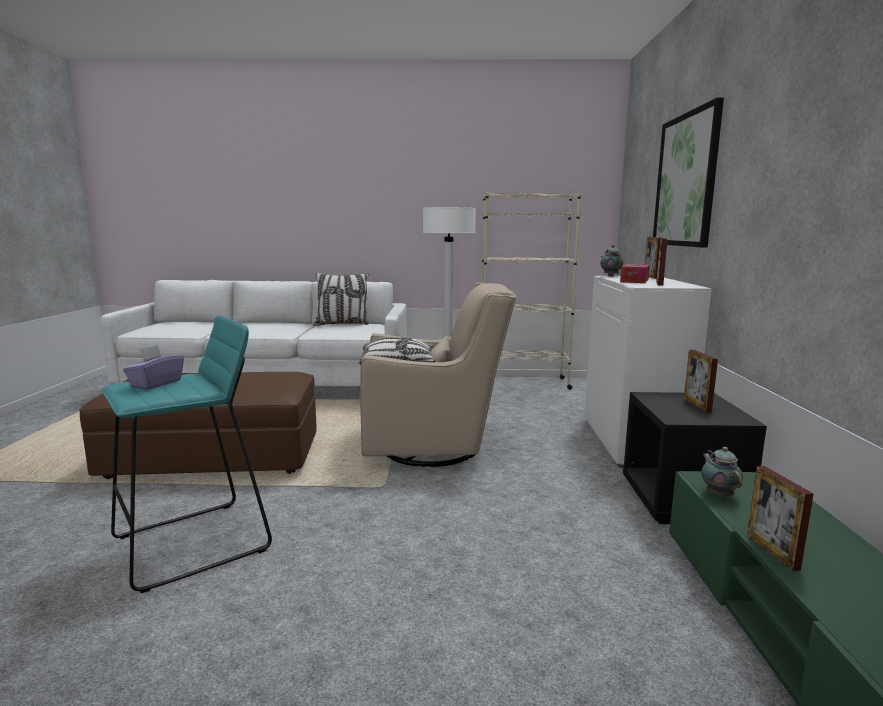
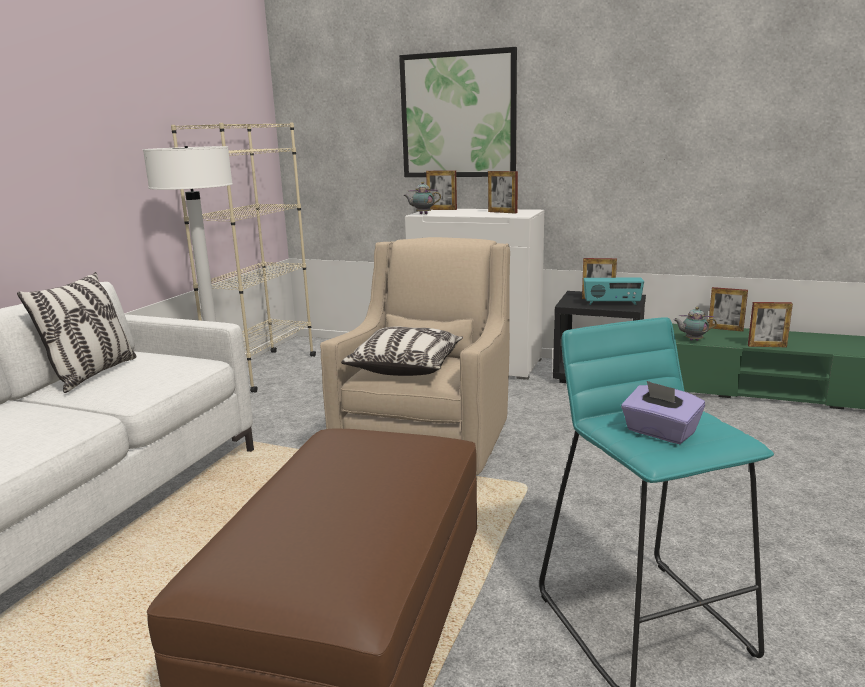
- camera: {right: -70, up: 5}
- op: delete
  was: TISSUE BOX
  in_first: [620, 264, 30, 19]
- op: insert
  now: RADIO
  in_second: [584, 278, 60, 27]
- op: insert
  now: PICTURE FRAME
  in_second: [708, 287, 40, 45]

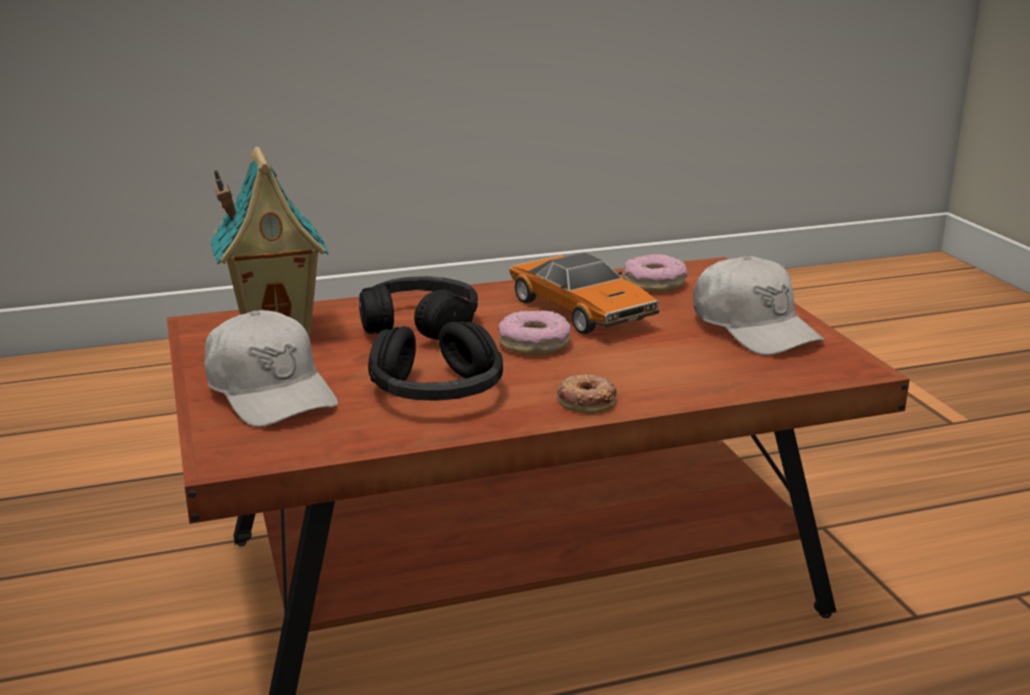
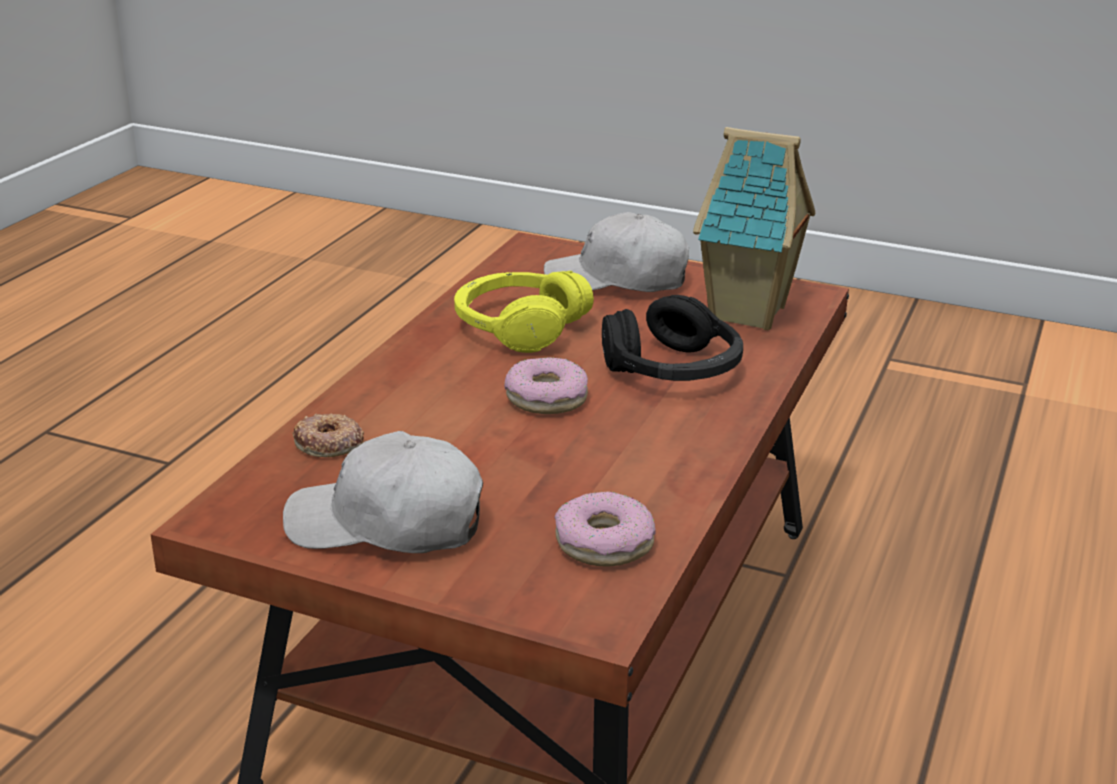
- camera: {right: 130, up: 5}
- op: recolor
  was: BLACK HEADPHONES
  now: YELLOW HEADPHONES
  in_first: [368, 321, 136, 80]
  in_second: [454, 271, 140, 82]
- op: delete
  was: TOY CAR
  in_first: [509, 252, 150, 82]
- op: move
  was: DONUT
  in_first: [557, 374, 60, 40]
  in_second: [292, 413, 72, 44]

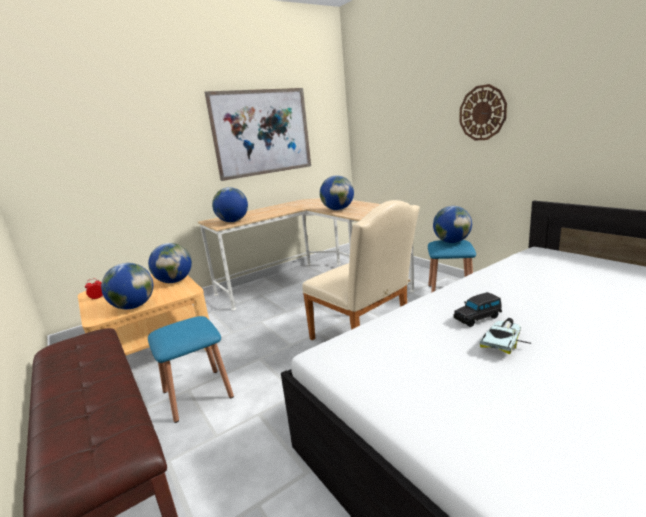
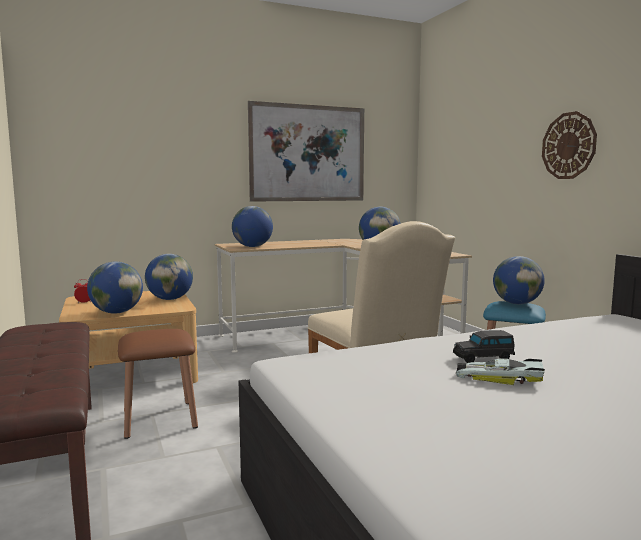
- camera: {right: 10, up: -10}
- op: recolor
  was: BLUE STOOL
  now: BROWN STOOL
  in_first: [148, 316, 86, 107]
  in_second: [118, 329, 80, 110]
- op: rotate
  was: TOY CAR
  in_first: [480, 318, 51, 36]
  in_second: [456, 358, 89, 27]
  clockwise: -120

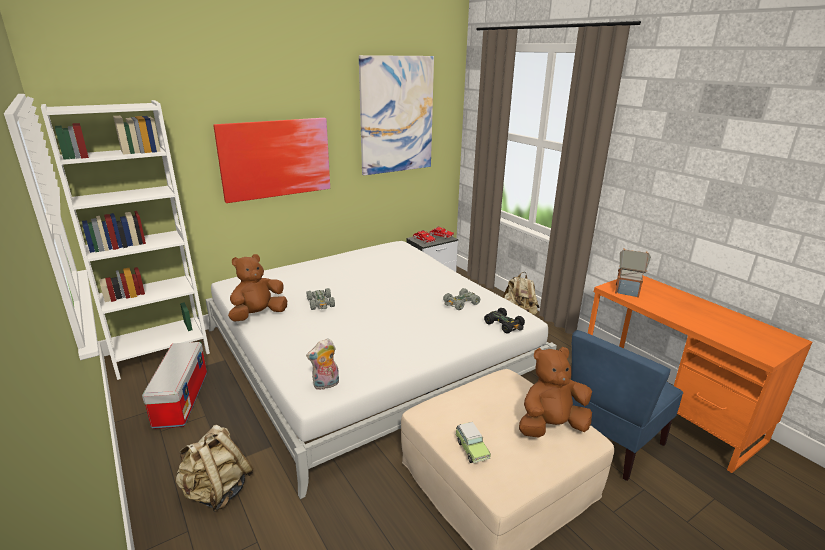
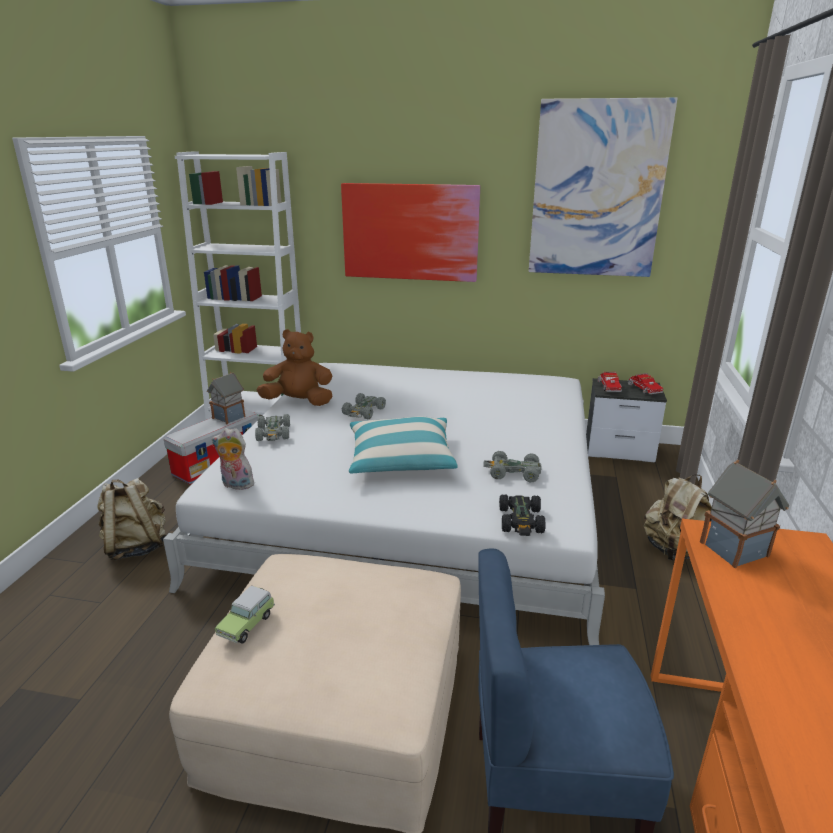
- camera: {right: 45, up: 0}
- op: delete
  was: BROWN PLUSH TOY
  in_first: [519, 347, 73, 91]
- op: insert
  now: TOY HOUSE
  in_second: [207, 372, 38, 52]
- op: insert
  now: GREY TOY CAR
  in_second: [255, 414, 35, 27]
- op: insert
  now: PILLOW
  in_second: [349, 417, 109, 56]

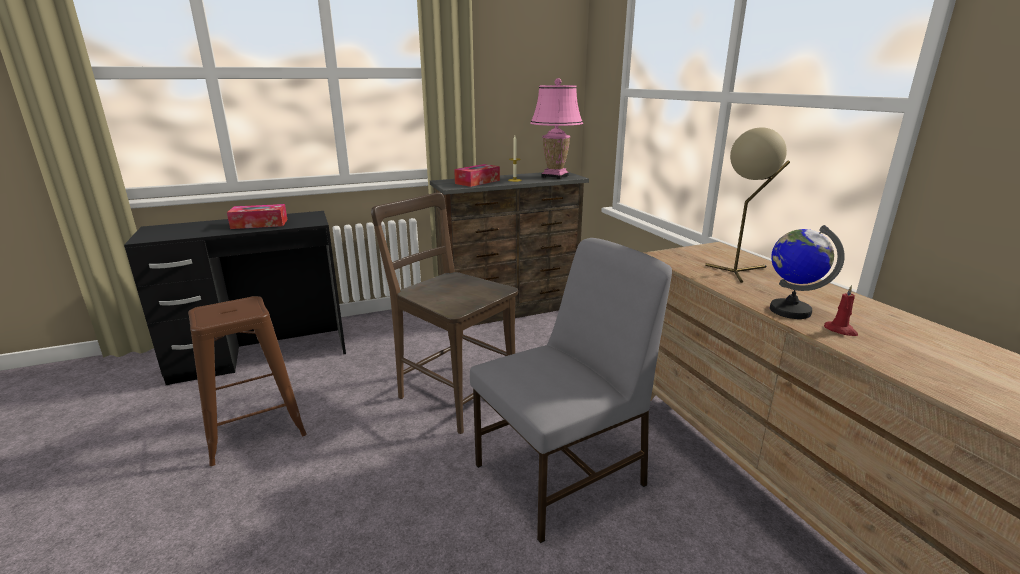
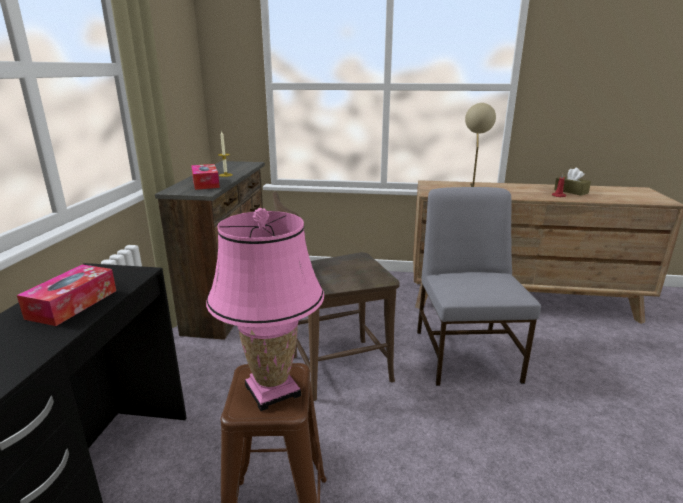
- camera: {right: -60, up: 0}
- op: move
  was: PINK TABLE LAMP
  in_first: [530, 78, 53, 101]
  in_second: [206, 208, 118, 203]
- op: delete
  was: GLOBE
  in_first: [770, 225, 75, 94]
- op: insert
  now: BROWN TISSUE BOX
  in_second: [554, 168, 37, 28]

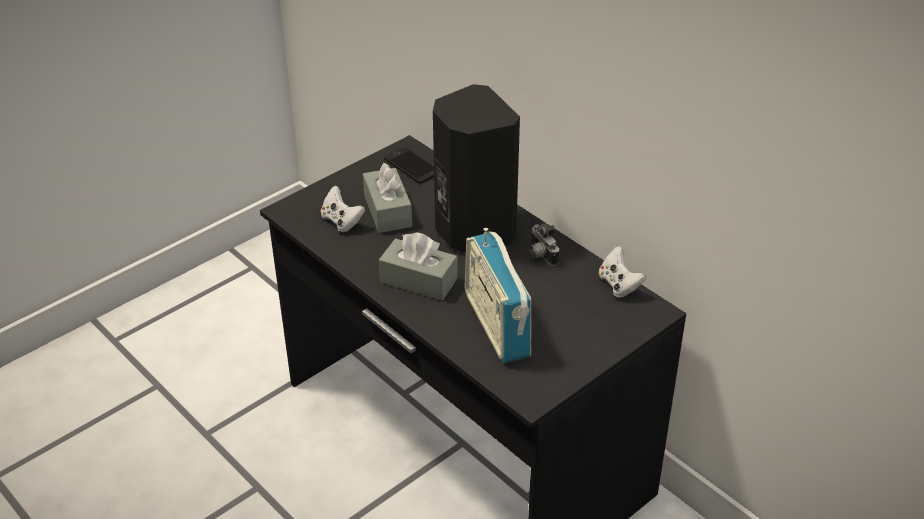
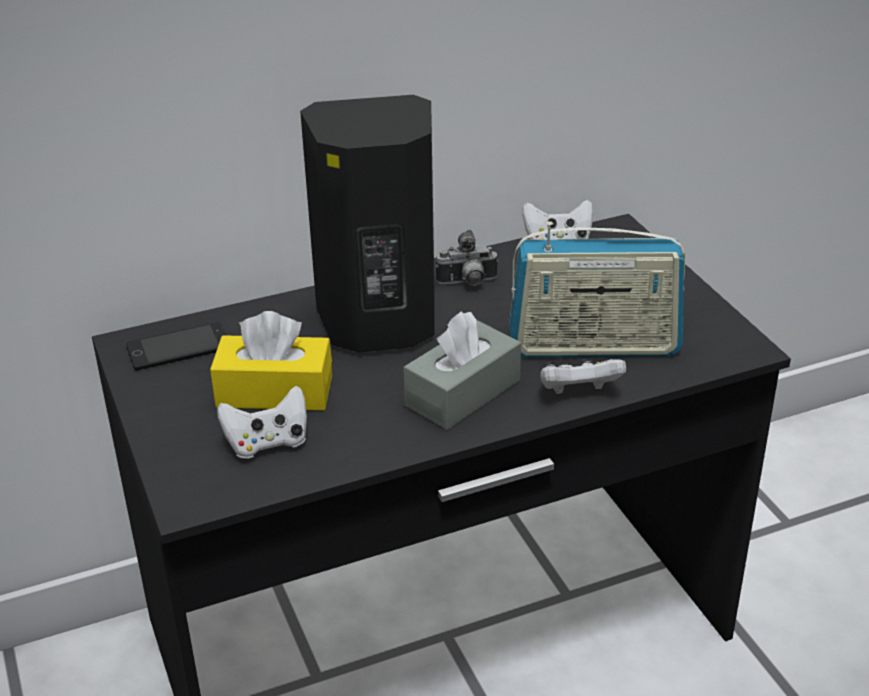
- camera: {right: -70, up: -5}
- op: recolor
  was: GREY TISSUE BOX
  now: YELLOW TISSUE BOX
  in_first: [363, 163, 49, 70]
  in_second: [210, 311, 122, 99]
- op: insert
  now: WHITE GAME CONTROLLER
  in_second: [540, 358, 86, 36]

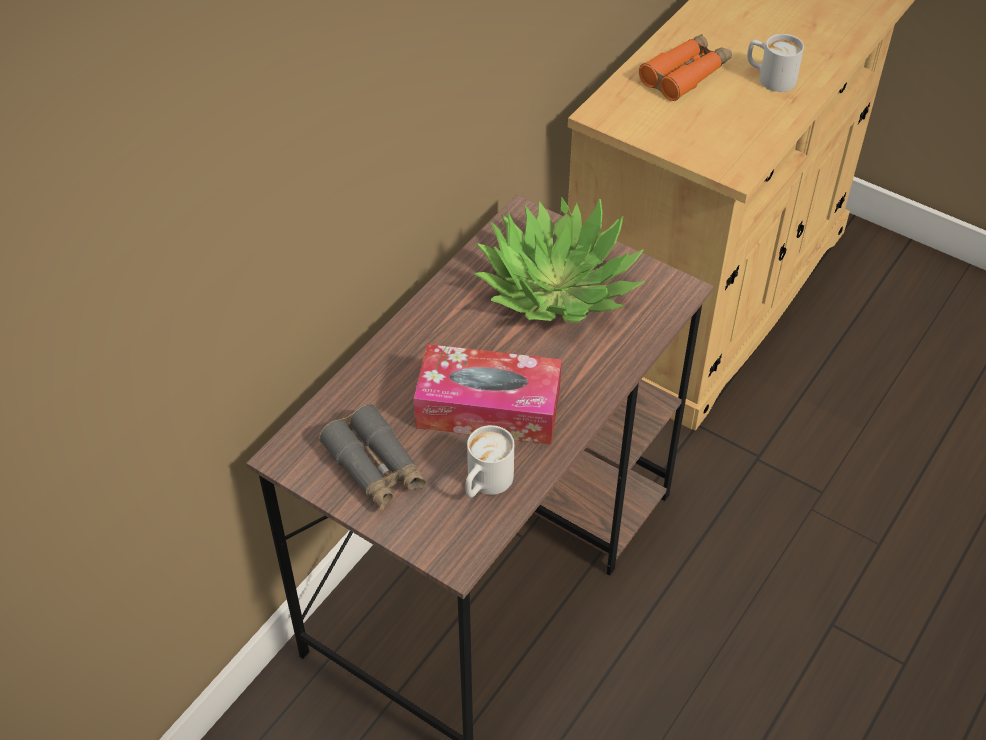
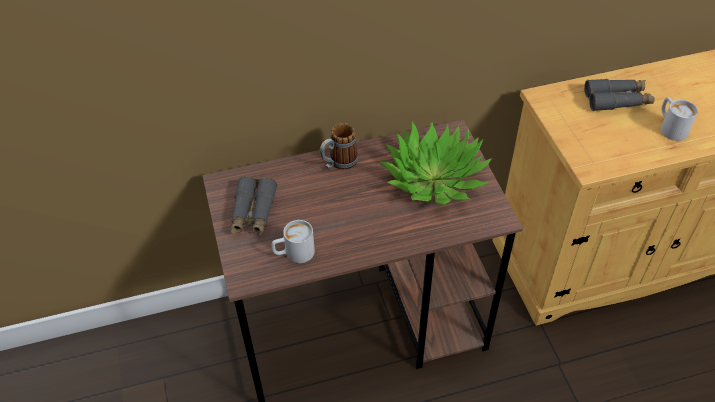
- camera: {right: 40, up: 0}
- op: delete
  was: TISSUE BOX
  in_first: [414, 344, 148, 101]
- op: recolor
  was: ORANGE BINOCULARS
  now: GREY BINOCULARS
  in_first: [639, 34, 93, 67]
  in_second: [584, 79, 71, 32]
- op: insert
  now: MUG
  in_second: [320, 123, 38, 47]

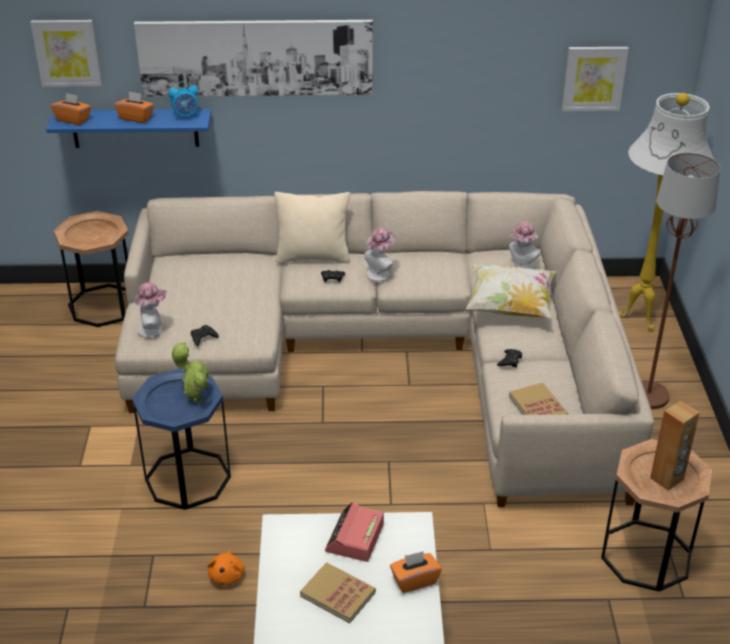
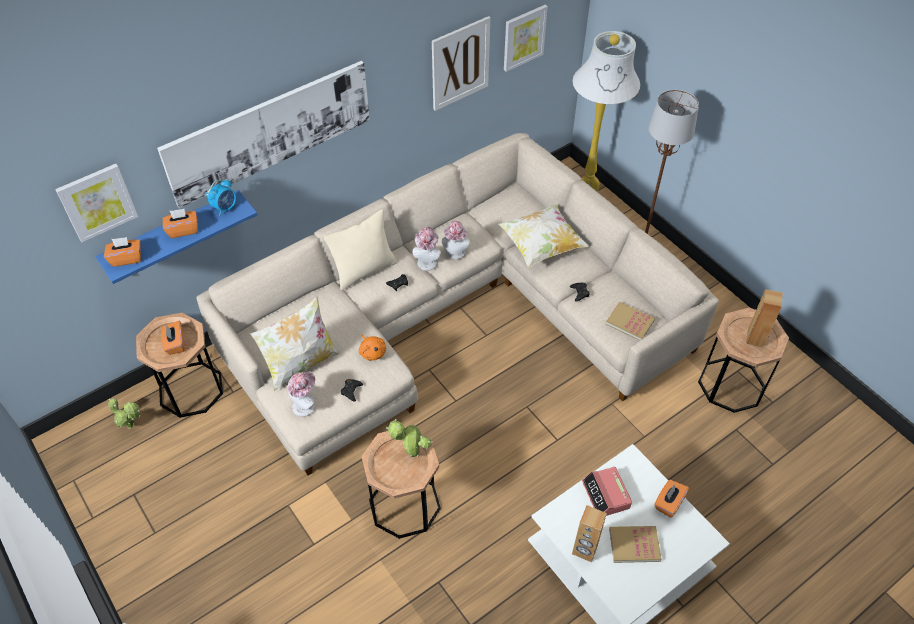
- camera: {right: -35, up: 15}
- op: recolor
  was: BLUE SIDE TABLE
  now: BROWN SIDE TABLE
  in_first: [132, 368, 99, 142]
  in_second: [362, 427, 79, 112]
- op: move
  was: ORANGE PLUSH TOY
  in_first: [208, 550, 37, 35]
  in_second: [359, 335, 27, 26]
- op: move
  was: HAT
  in_first: [509, 221, 31, 48]
  in_second: [442, 221, 28, 38]
- op: insert
  now: POTTED PLANT
  in_second: [108, 399, 33, 30]
- op: insert
  now: ORANGE TISSUE BOX
  in_second: [161, 321, 23, 34]
- op: insert
  now: PILLOW
  in_second: [250, 296, 89, 95]
- op: insert
  now: PICTURE
  in_second: [432, 16, 58, 95]
- op: insert
  now: BROWN SPEAKER
  in_second: [572, 505, 35, 57]

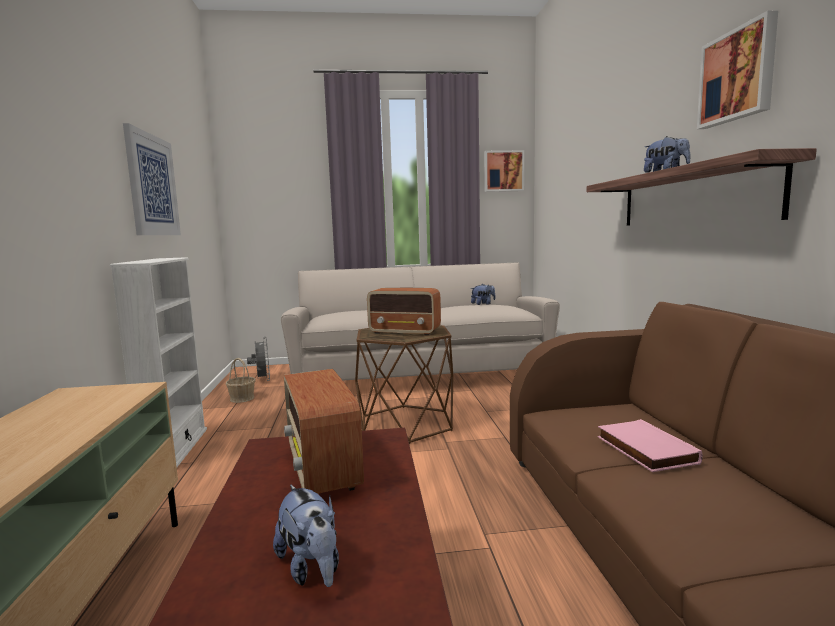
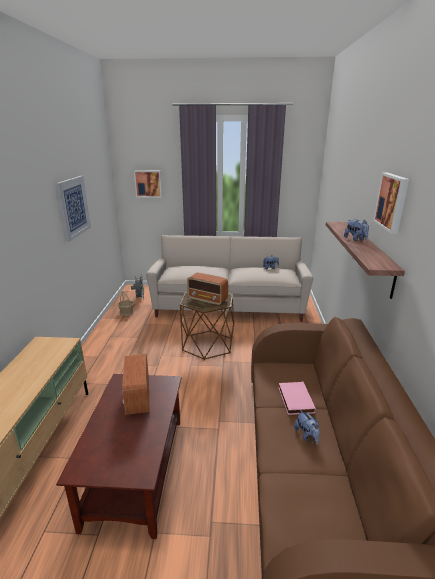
- camera: {right: 10, up: 15}
- op: delete
  was: WHITE BOOKCASE
  in_first: [110, 257, 97, 210]
- op: move
  was: PLUSH TOY
  in_first: [273, 485, 66, 102]
  in_second: [294, 410, 26, 34]
- op: move
  was: PICTURE
  in_first: [484, 150, 40, 42]
  in_second: [134, 170, 28, 28]

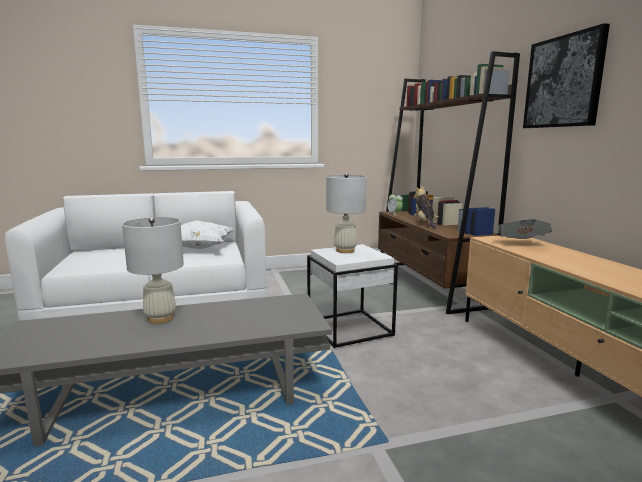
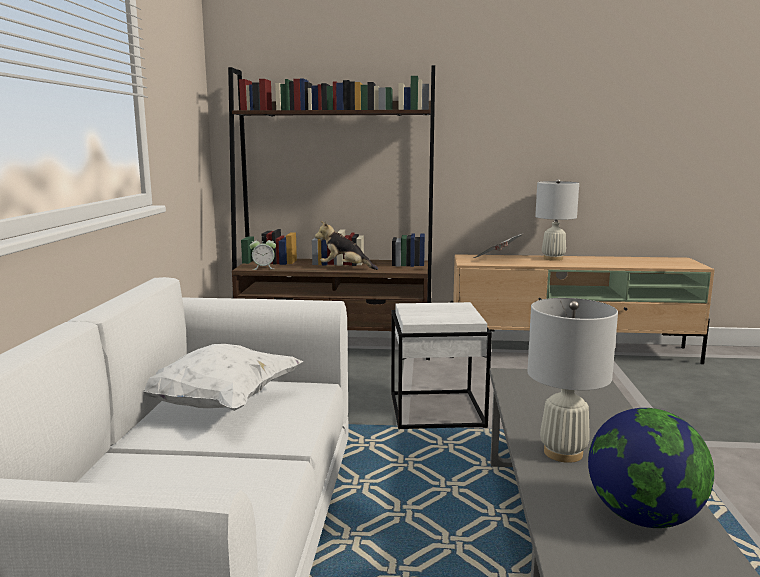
- camera: {right: -70, up: 0}
- op: move
  was: WHITE TABLE LAMP
  in_first: [326, 173, 41, 80]
  in_second: [535, 179, 44, 82]
- op: delete
  was: PICTURE
  in_first: [523, 23, 87, 105]
- op: insert
  now: GLOBE
  in_second: [588, 408, 126, 120]

